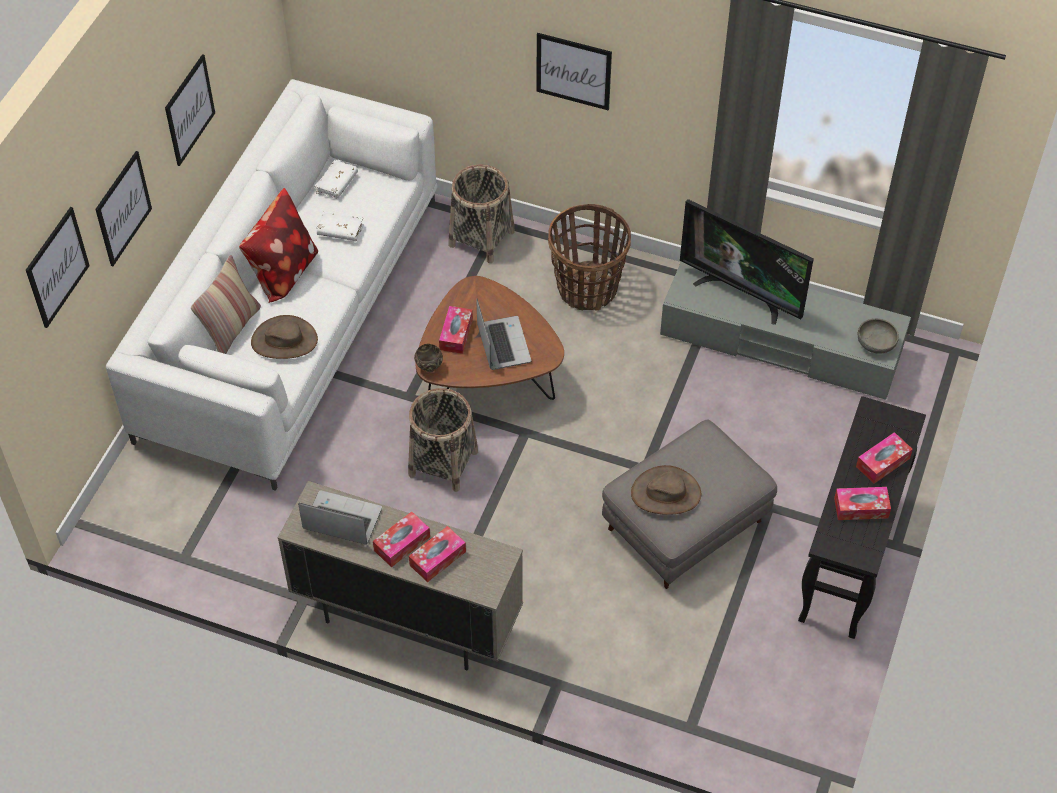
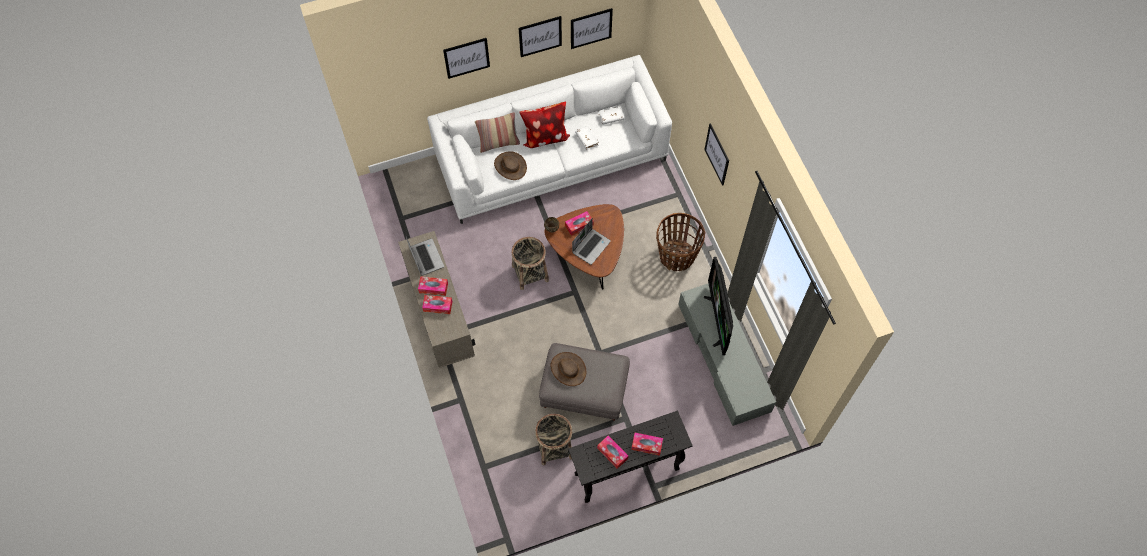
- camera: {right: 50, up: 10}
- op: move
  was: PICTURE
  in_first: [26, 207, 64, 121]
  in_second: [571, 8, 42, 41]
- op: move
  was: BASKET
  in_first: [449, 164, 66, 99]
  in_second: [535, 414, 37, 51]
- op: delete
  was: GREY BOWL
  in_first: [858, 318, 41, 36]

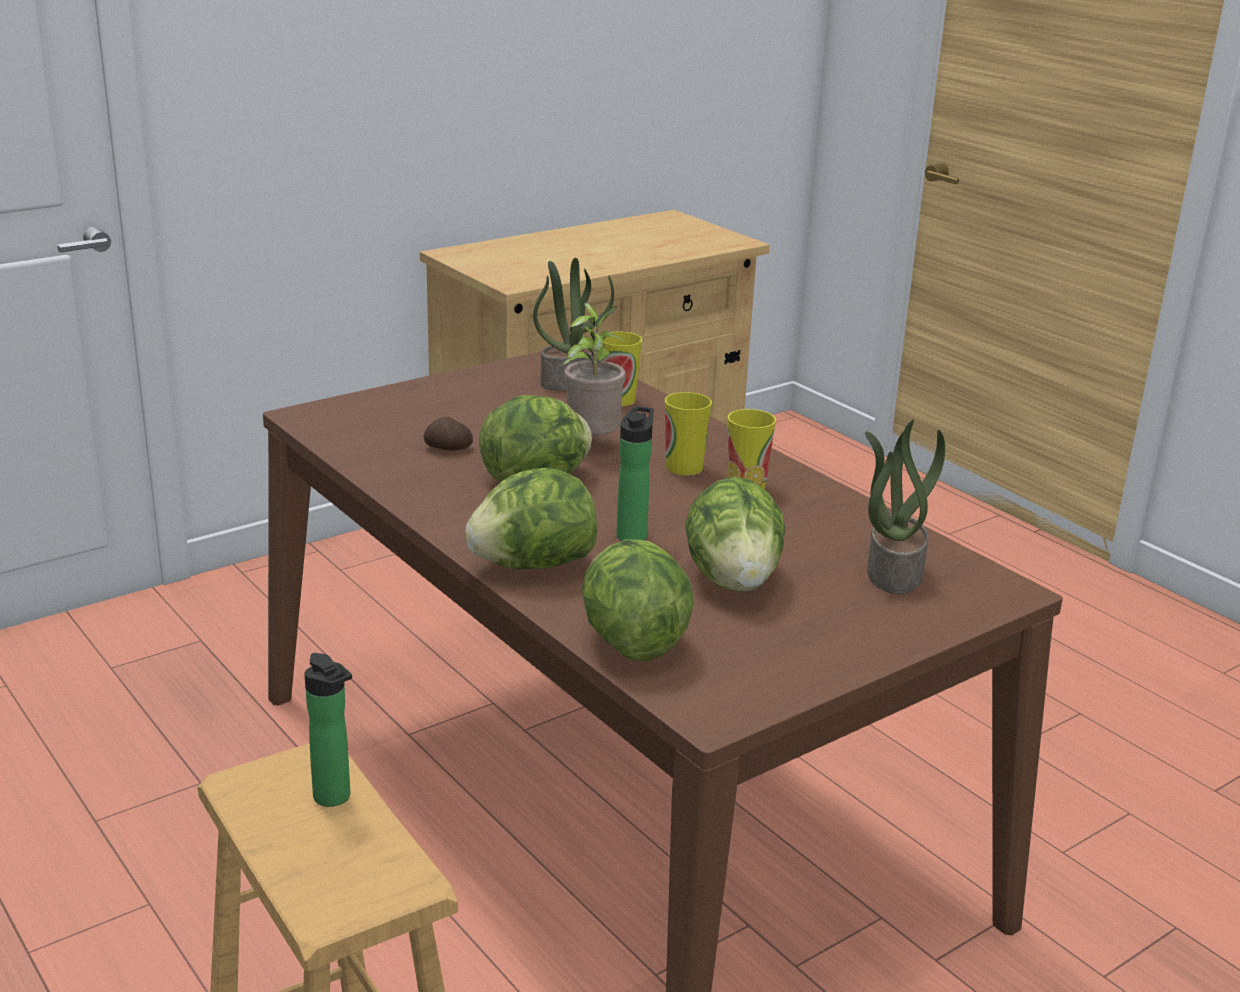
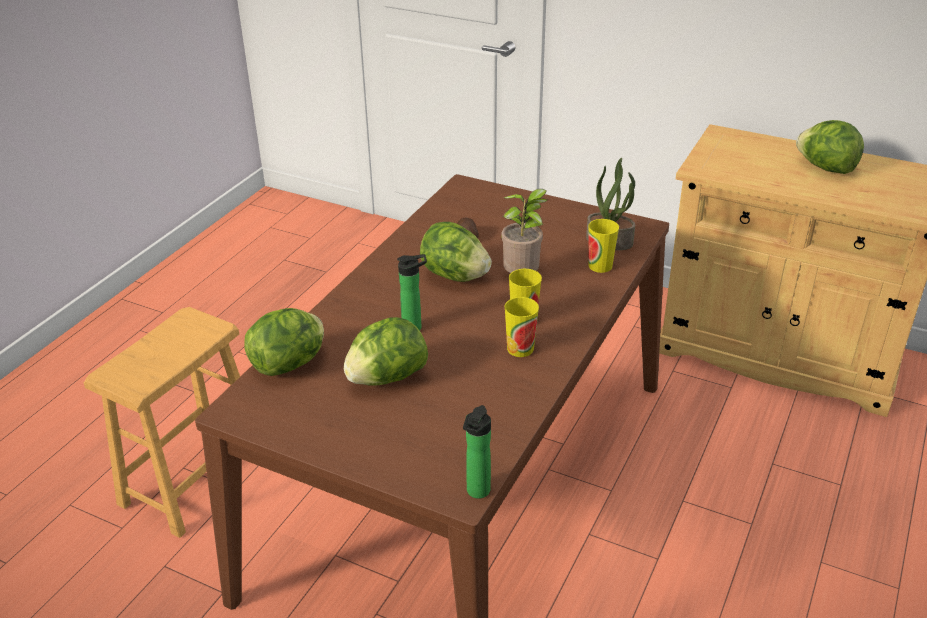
- camera: {right: 65, up: 10}
- op: move
  was: BOTTLE
  in_first: [304, 653, 48, 154]
  in_second: [463, 405, 28, 94]
- op: move
  was: LETTUCE
  in_first: [466, 468, 131, 101]
  in_second: [796, 120, 68, 54]
- op: delete
  was: POTTED PLANT
  in_first: [865, 420, 80, 174]

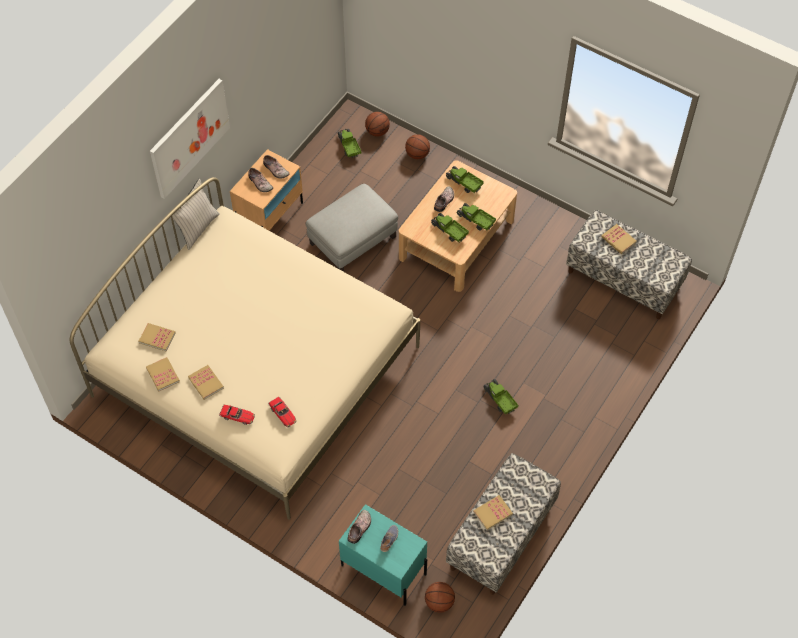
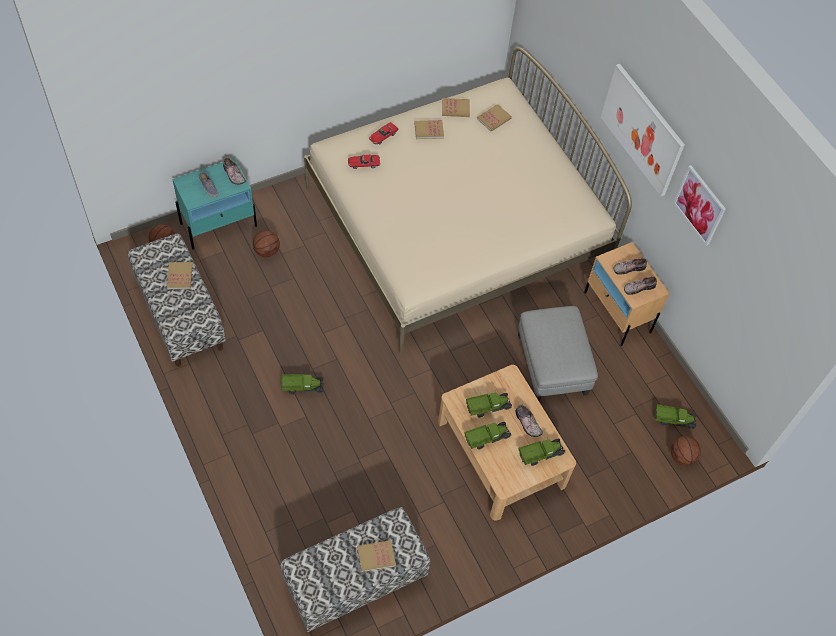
- camera: {right: 115, up: 0}
- op: delete
  was: BEIGE PILLOW
  in_first: [170, 178, 50, 72]
- op: move
  was: BASKETBALL
  in_first: [405, 134, 25, 25]
  in_second: [253, 230, 27, 27]
- op: insert
  now: PICTURE
  in_second: [674, 165, 52, 81]

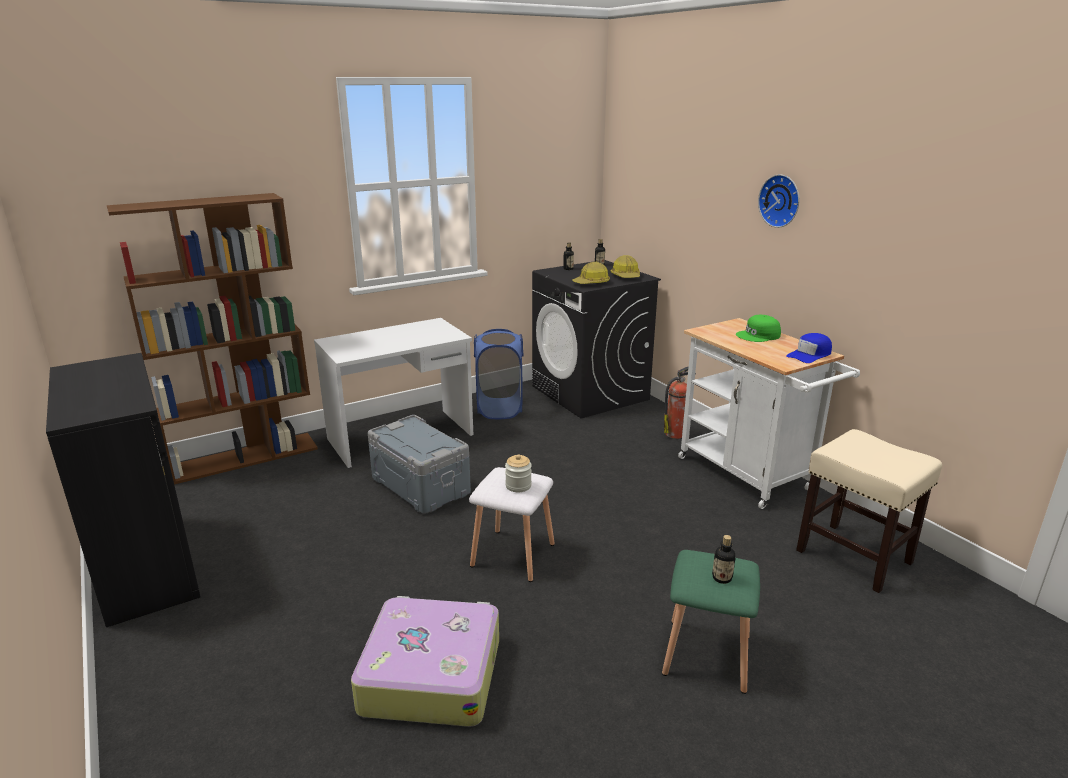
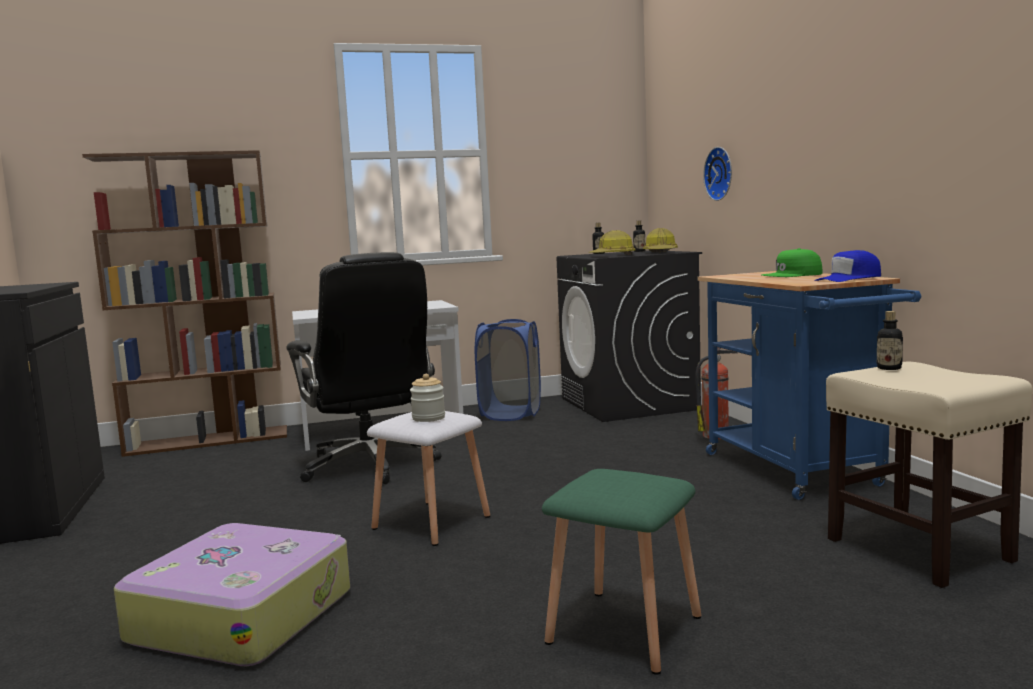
- camera: {right: 15, up: -15}
- op: replace
  was: GREY STORAGE BOX
  now: BLACK OFFICE CHAIR
  in_first: [368, 415, 103, 99]
  in_second: [286, 252, 155, 232]
- op: recolor
  was: WHITE CART
  now: BLUE CART
  in_first: [678, 318, 182, 191]
  in_second: [698, 271, 223, 229]
- op: move
  was: BOTTLE
  in_first: [712, 535, 24, 49]
  in_second: [877, 311, 26, 59]
- op: move
  was: WALL CLOCK
  in_first: [758, 174, 41, 54]
  in_second: [703, 147, 29, 54]

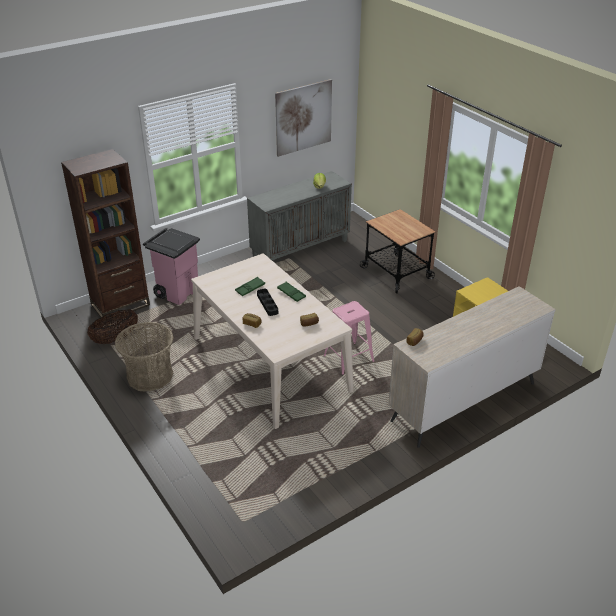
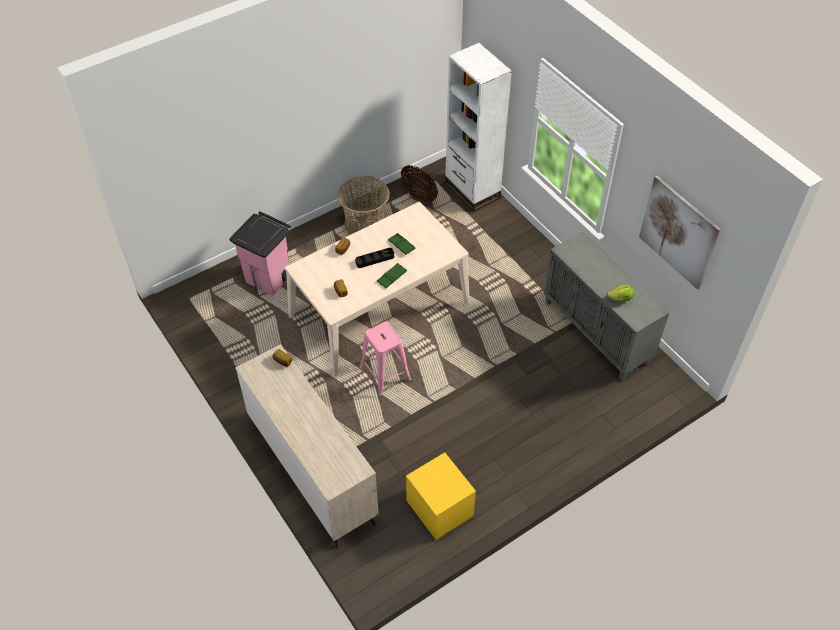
- camera: {right: 90, up: 15}
- op: recolor
  was: BROWN BOOKCASE
  now: WHITE BOOKCASE
  in_first: [61, 149, 89, 173]
  in_second: [445, 43, 67, 169]
- op: move
  was: PINK TRASH CAN
  in_first: [143, 228, 57, 77]
  in_second: [229, 211, 62, 84]
- op: delete
  was: CART
  in_first: [360, 209, 76, 84]

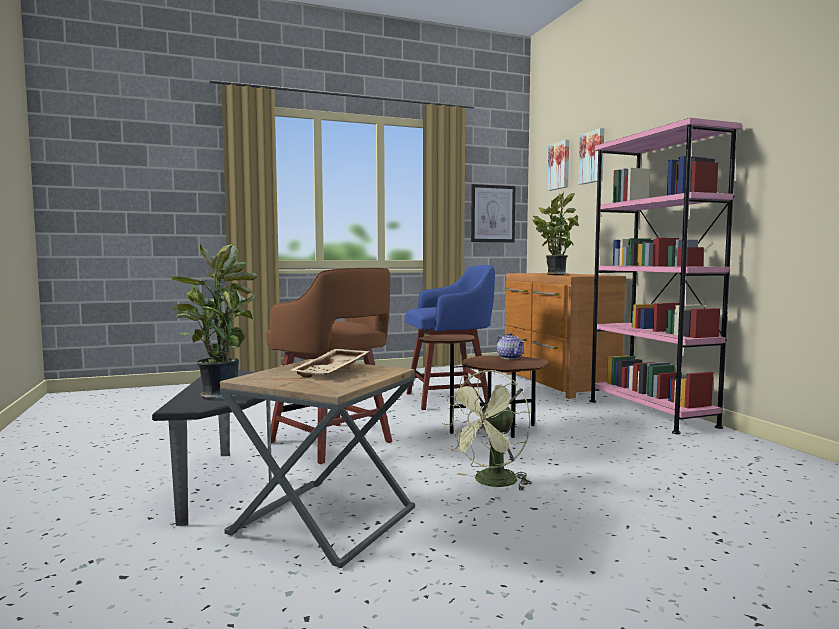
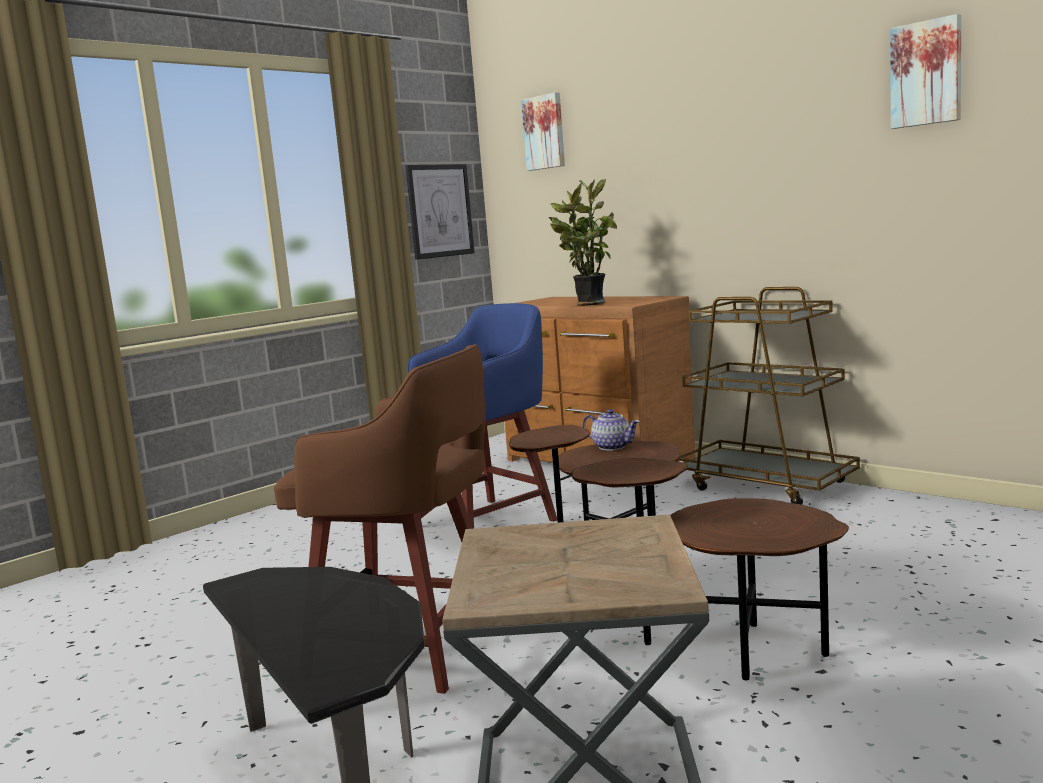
- camera: {right: -25, up: 5}
- op: delete
  was: POTTED PLANT
  in_first: [170, 244, 88, 156]
- op: delete
  was: BEIGE TRAY
  in_first: [289, 349, 81, 29]
- op: replace
  was: GREEN FAN
  now: BROWN SIDE TABLE
  in_first: [442, 370, 90, 121]
  in_second: [572, 458, 277, 222]
- op: move
  was: PICTURE
  in_first: [579, 128, 25, 57]
  in_second: [890, 14, 71, 115]
- op: replace
  was: PINK BOOKCASE
  now: BROWN CART
  in_first: [589, 118, 153, 316]
  in_second: [678, 287, 182, 218]

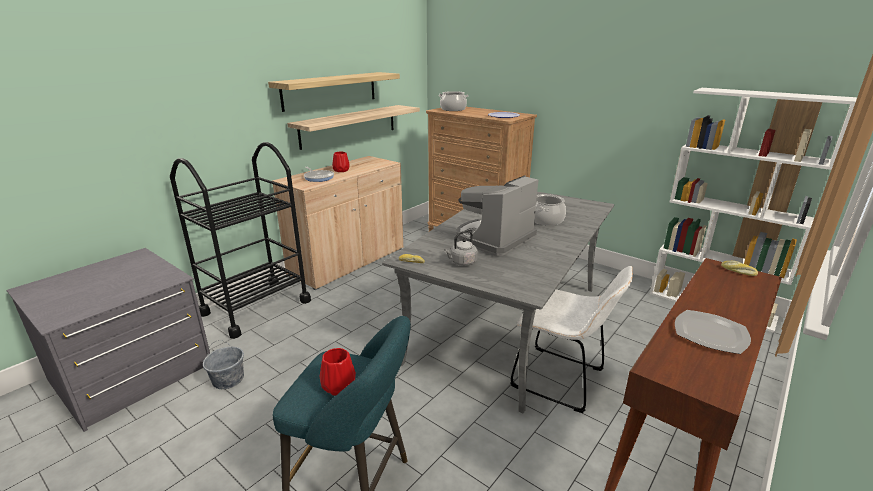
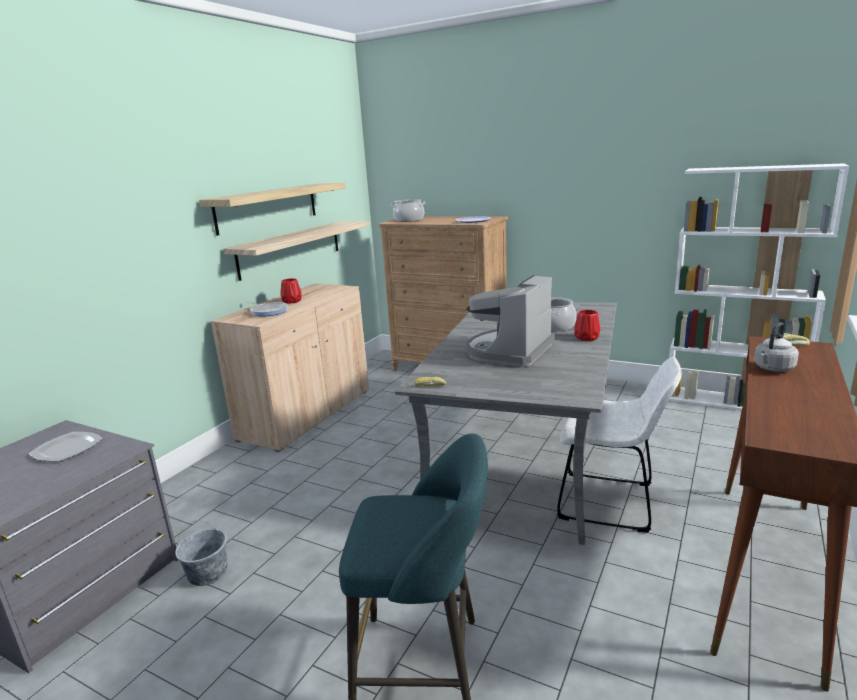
- camera: {right: -10, up: -5}
- op: delete
  was: BLACK CART
  in_first: [170, 142, 141, 197]
- op: move
  was: RED VASE
  in_first: [320, 348, 36, 48]
  in_second: [574, 310, 26, 31]
- op: move
  was: GREY KETTLE
  in_first: [444, 230, 34, 36]
  in_second: [754, 322, 45, 50]
- op: move
  was: PLATE
  in_first: [675, 310, 76, 44]
  in_second: [29, 432, 74, 29]

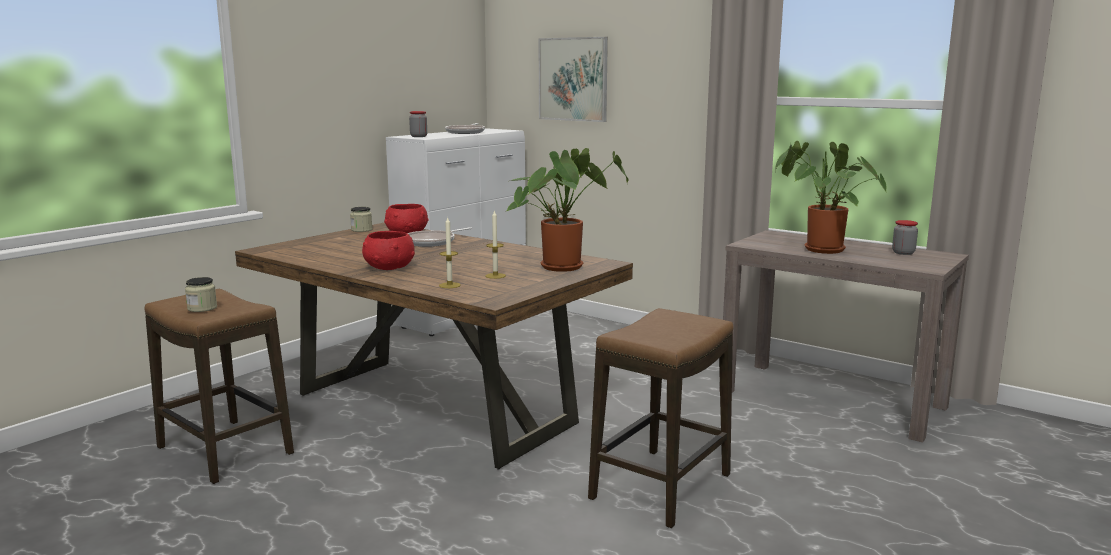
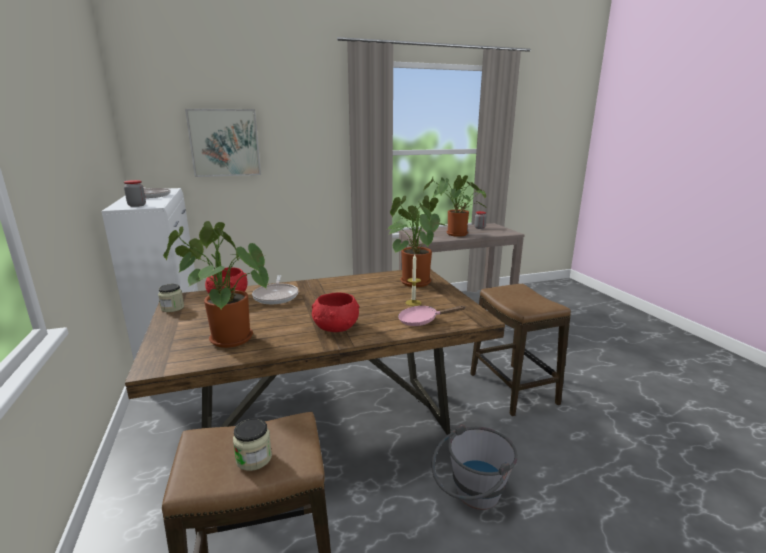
- camera: {right: -55, up: 5}
- op: replace
  was: CANDLE
  now: PINK FRYING PAN
  in_first: [439, 217, 22, 71]
  in_second: [398, 306, 68, 20]
- op: insert
  now: POTTED PLANT
  in_second: [163, 221, 106, 127]
- op: insert
  now: GREY BUCKET
  in_second: [432, 424, 86, 86]

